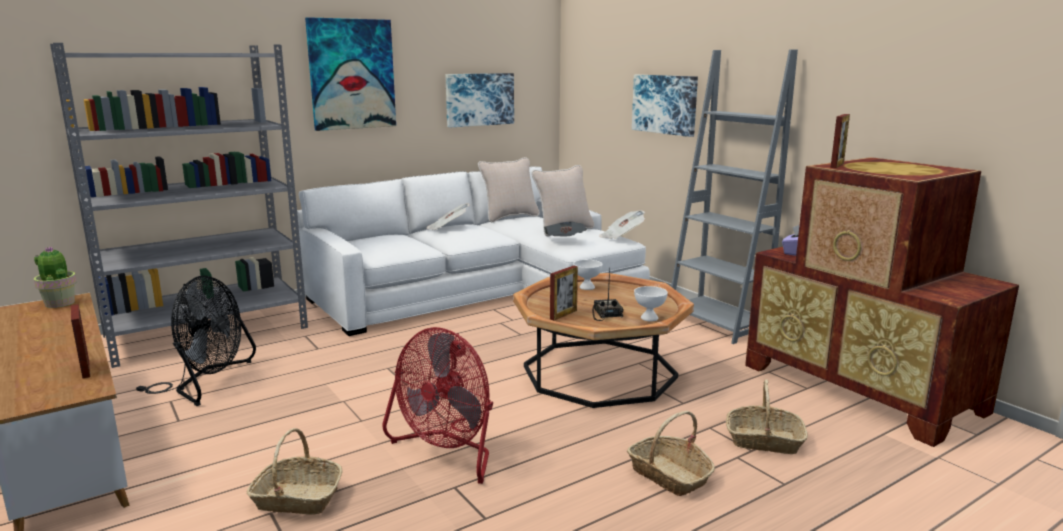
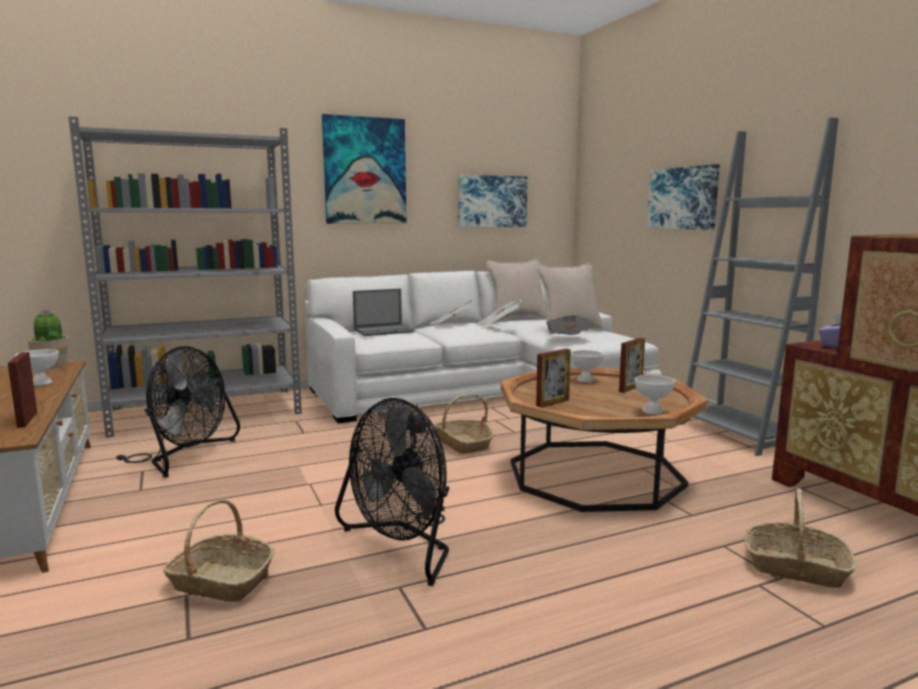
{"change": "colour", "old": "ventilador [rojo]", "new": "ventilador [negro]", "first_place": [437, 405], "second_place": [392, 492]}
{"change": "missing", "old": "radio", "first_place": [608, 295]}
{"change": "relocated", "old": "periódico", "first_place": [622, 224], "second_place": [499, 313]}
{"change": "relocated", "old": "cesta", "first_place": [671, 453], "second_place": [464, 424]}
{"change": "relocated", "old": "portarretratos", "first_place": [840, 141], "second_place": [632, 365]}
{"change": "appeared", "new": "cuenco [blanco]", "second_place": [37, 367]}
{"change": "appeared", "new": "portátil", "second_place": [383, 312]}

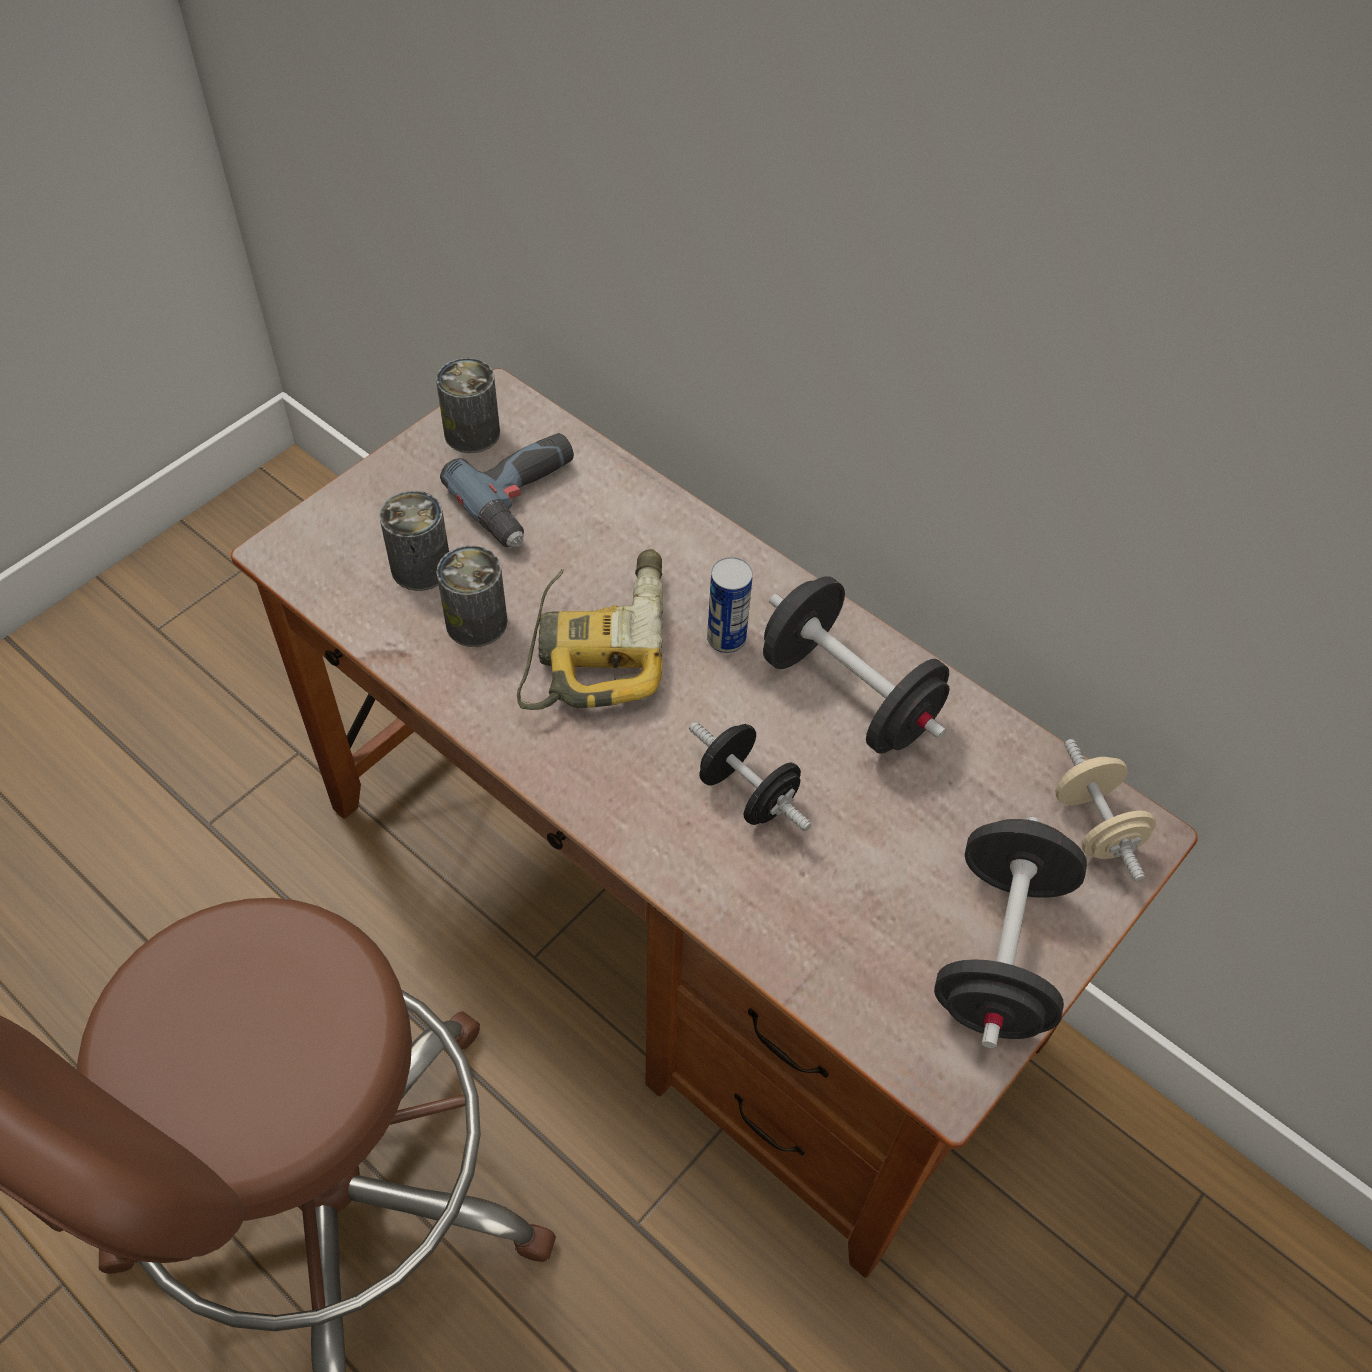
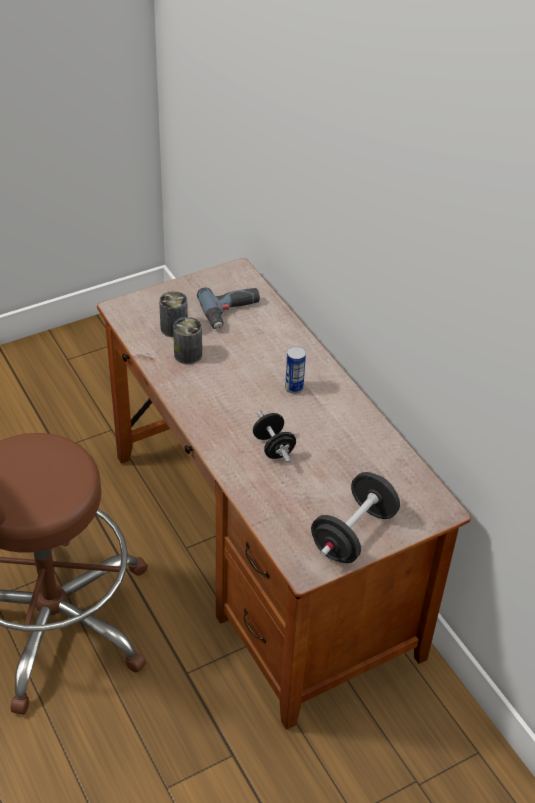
{"change": "missing", "old": "lata", "first_place": [468, 405]}
{"change": "missing", "old": "taladro", "first_place": [590, 629]}
{"change": "missing", "old": "mancuerna [negro]", "first_place": [856, 665]}
{"change": "missing", "old": "mancuerna [beis]", "first_place": [1105, 810]}

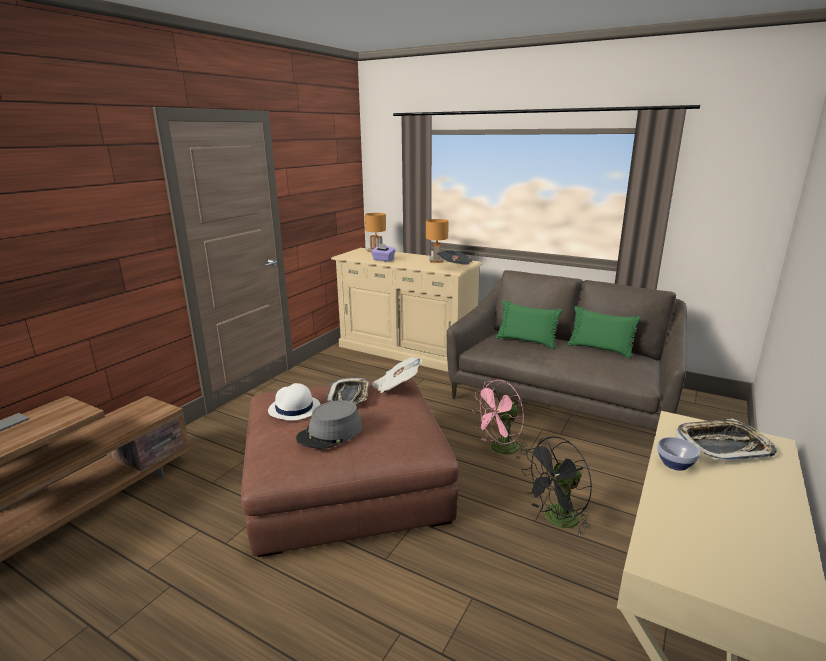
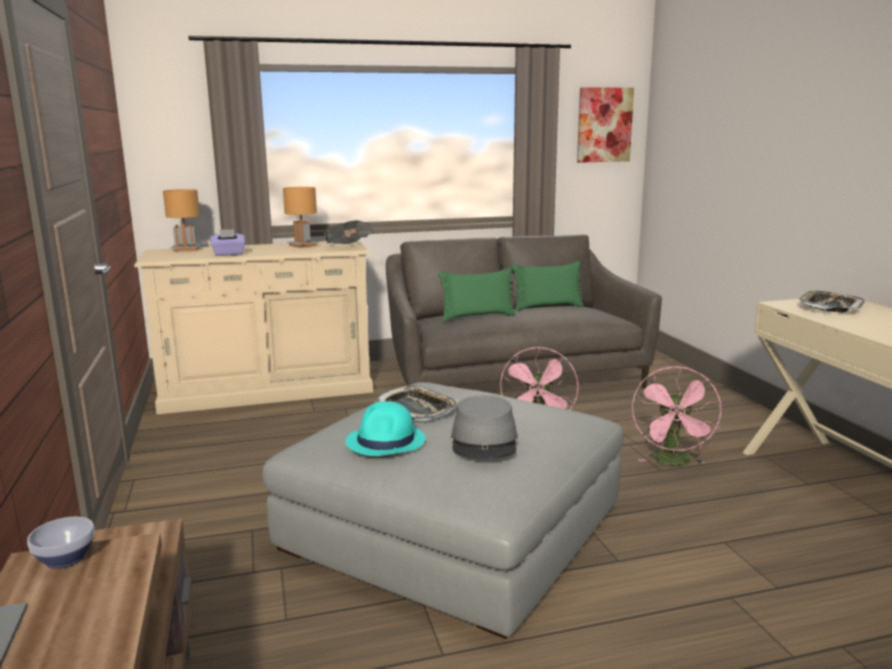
{"change": "colour", "old": "puf [marrón]", "new": "puf [gris]", "first_place": [350, 467], "second_place": [442, 510]}
{"change": "colour", "old": "sombrero [blanco]", "new": "sombrero [turquesa]", "first_place": [294, 402], "second_place": [385, 428]}
{"change": "missing", "old": "periódico", "first_place": [397, 375]}
{"change": "colour", "old": "ventilador [negro]", "new": "ventilador [rosa]", "first_place": [557, 486], "second_place": [676, 416]}
{"change": "relocated", "old": "cuenco", "first_place": [678, 454], "second_place": [61, 543]}
{"change": "appeared", "new": "cuadro", "second_place": [605, 125]}

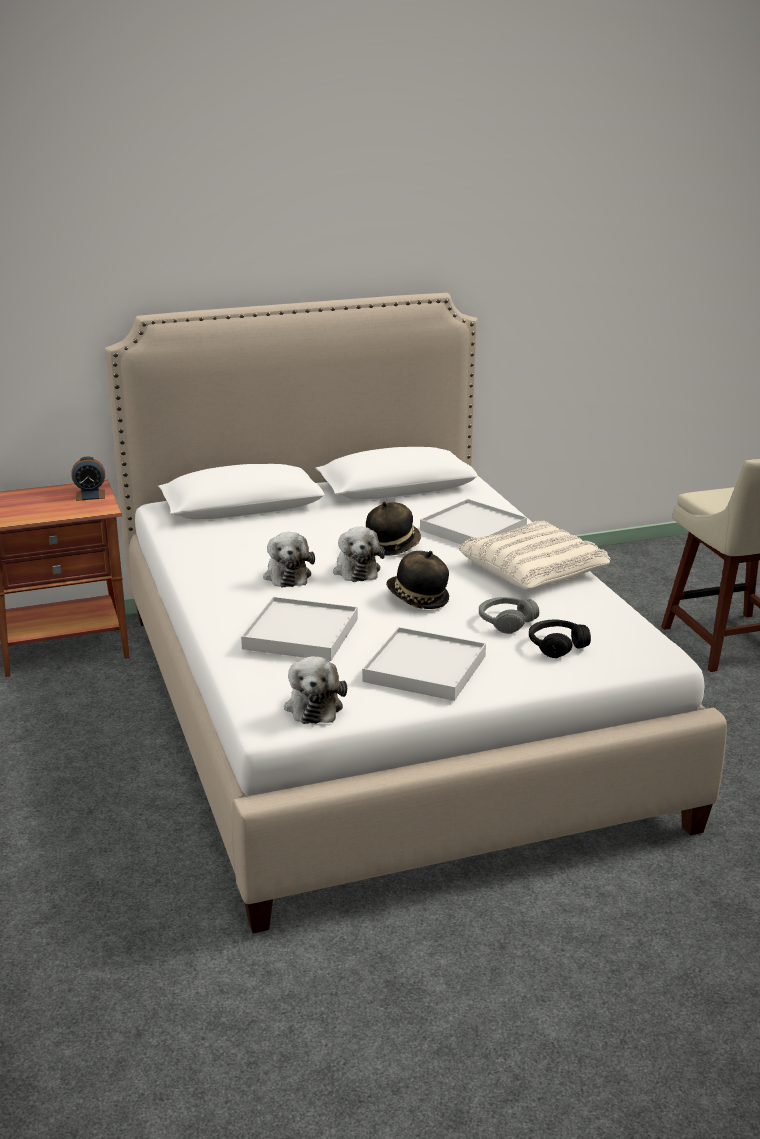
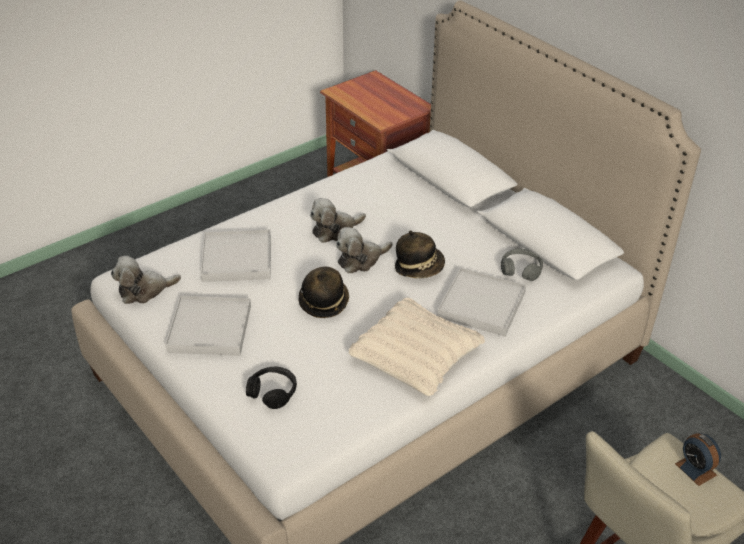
{"change": "relocated", "old": "despertador", "first_place": [88, 478], "second_place": [698, 459]}
{"change": "relocated", "old": "auriculares [gris]", "first_place": [509, 615], "second_place": [522, 265]}

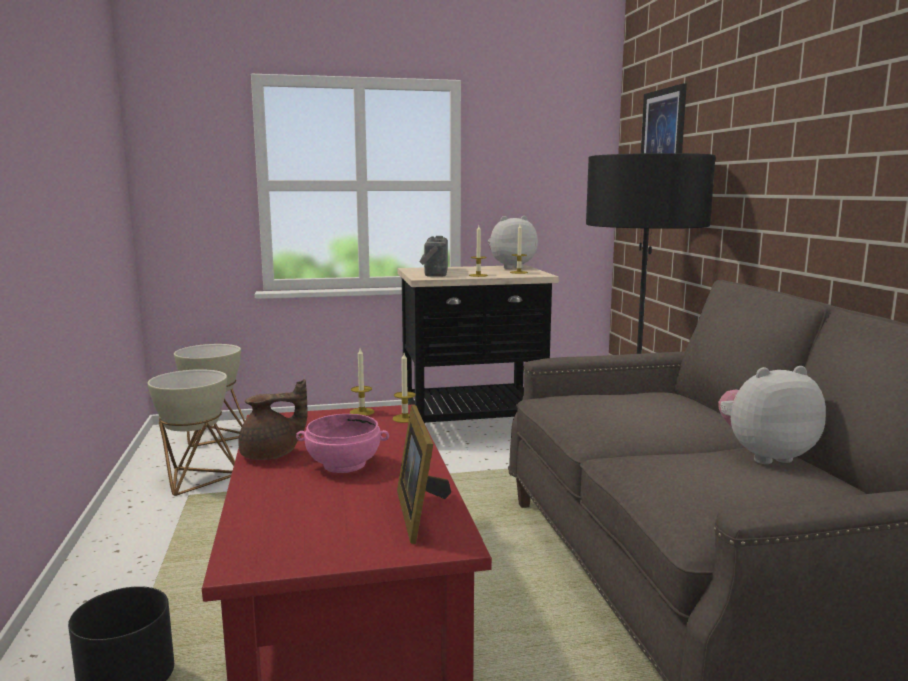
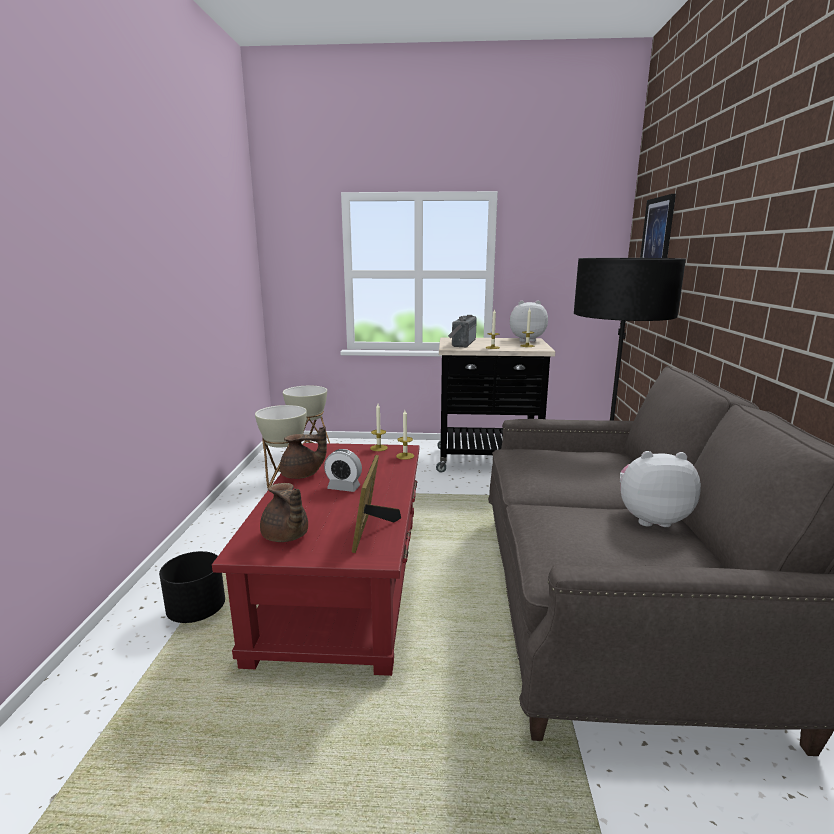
{"change": "exchanged", "old": "cuenco [rosa]", "new": "despertador", "first_place": [342, 443], "second_place": [343, 470]}
{"change": "appeared", "new": "tetera [marrón]", "second_place": [284, 512]}

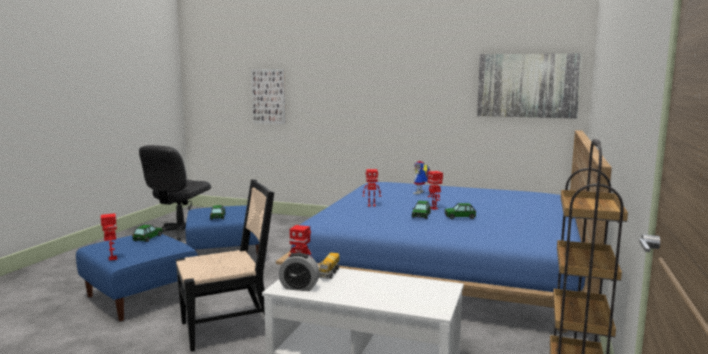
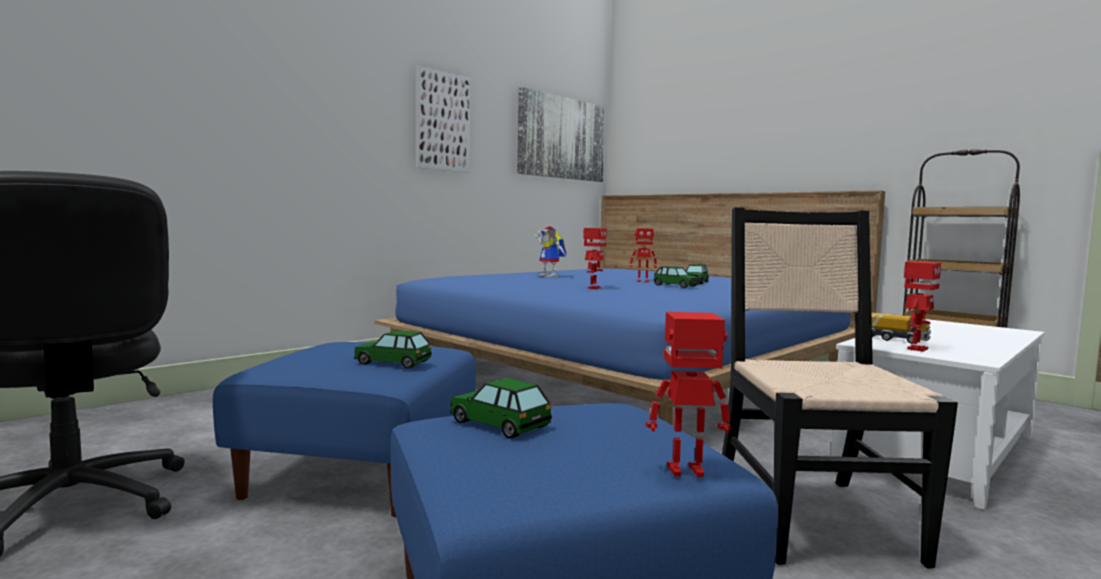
{"change": "relocated", "old": "cuadro", "first_place": [268, 96], "second_place": [443, 119]}
{"change": "missing", "old": "despertador", "first_place": [299, 272]}

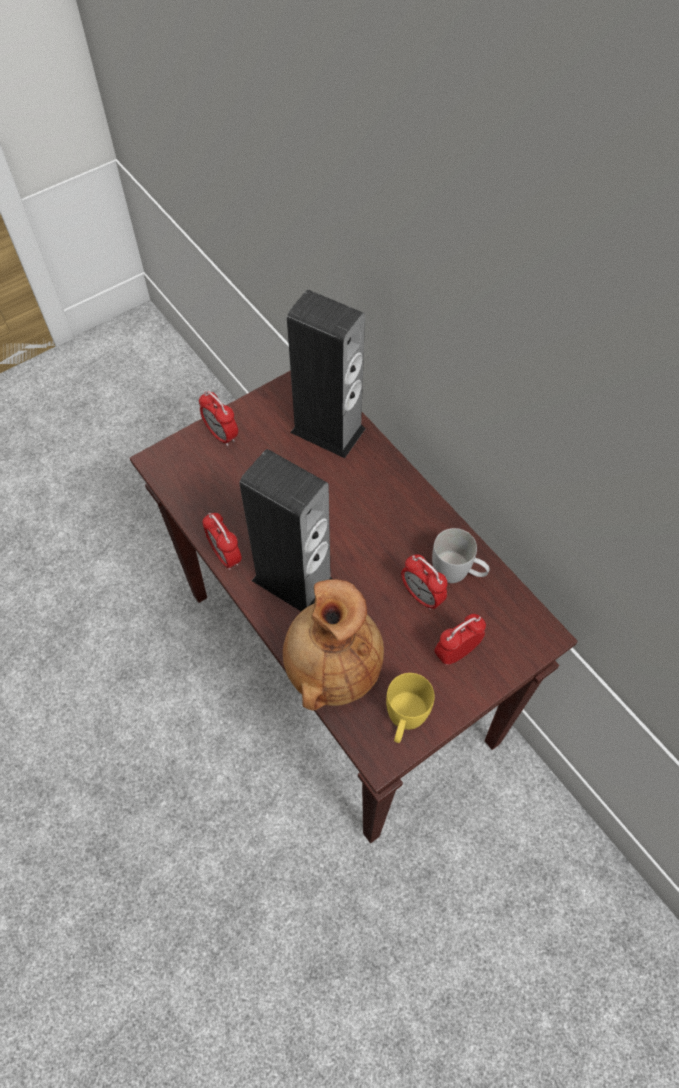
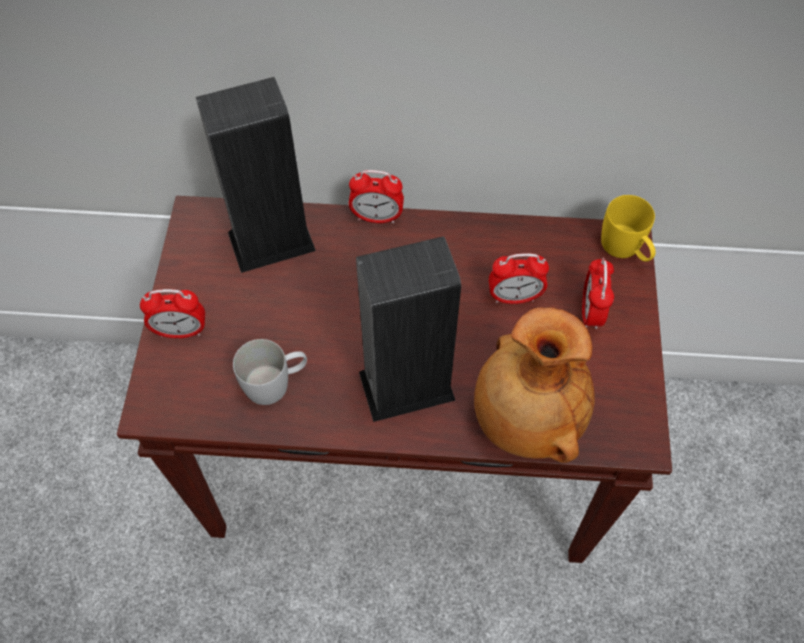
{"change": "relocated", "old": "despertador", "first_place": [222, 541], "second_place": [376, 196]}
{"change": "relocated", "old": "taza grande [amarillo]", "first_place": [410, 708], "second_place": [628, 228]}
{"change": "relocated", "old": "taza grande [blanco]", "first_place": [460, 555], "second_place": [270, 372]}

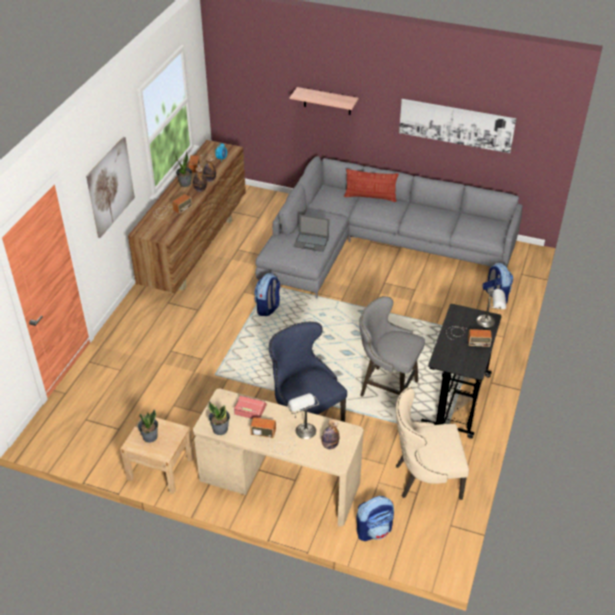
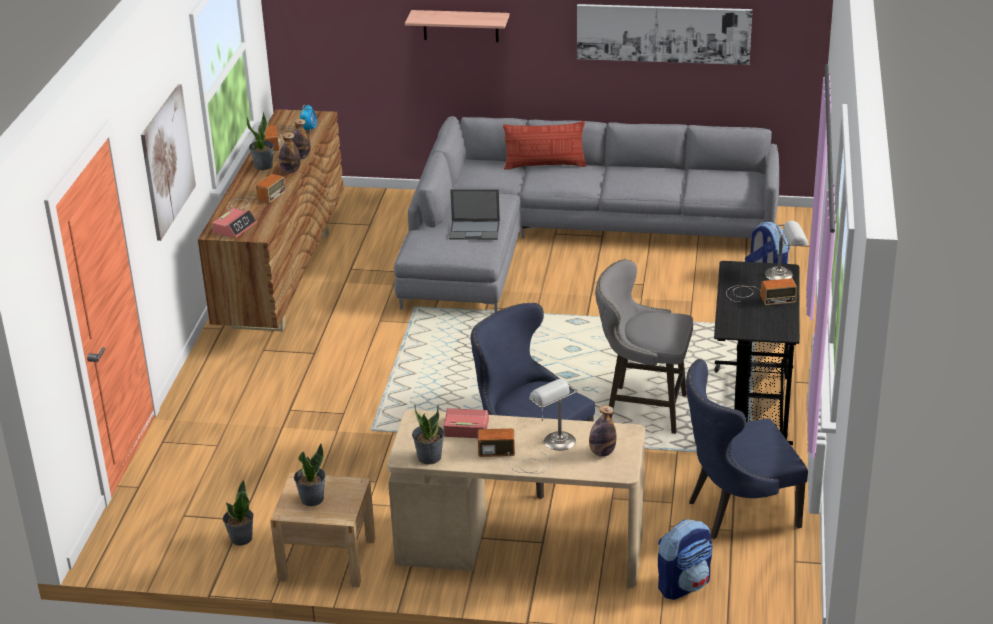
{"change": "missing", "old": "mochila", "first_place": [267, 294]}
{"change": "colour", "old": "silla [beis]", "new": "silla [azul]", "first_place": [432, 443], "second_place": [747, 449]}
{"change": "appeared", "new": "despertador", "second_place": [234, 223]}
{"change": "appeared", "new": "planta en maceta", "second_place": [238, 513]}

